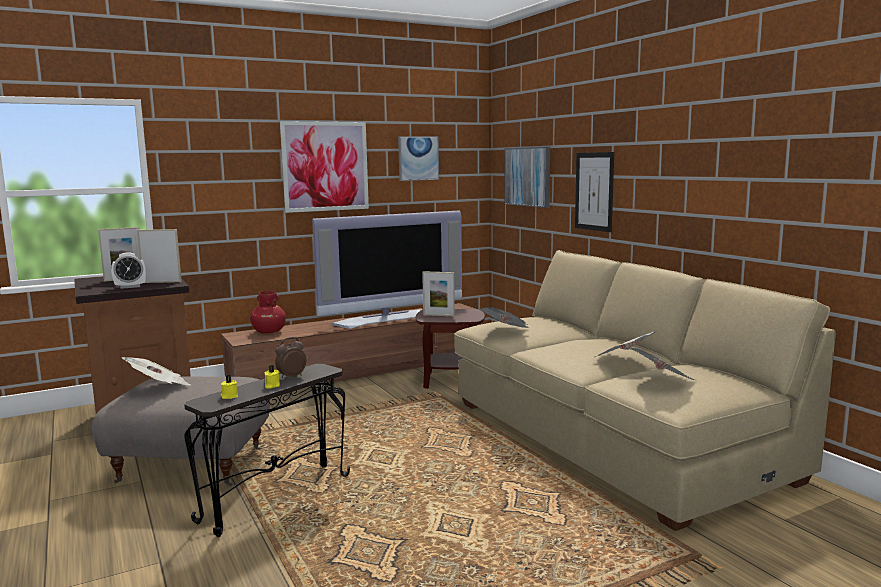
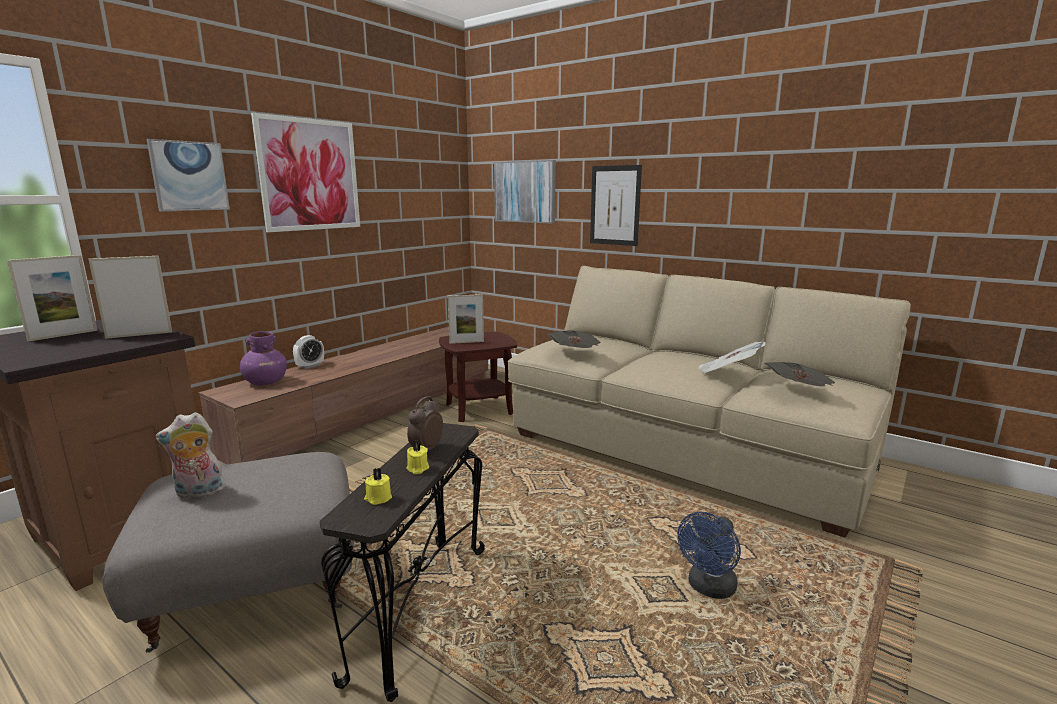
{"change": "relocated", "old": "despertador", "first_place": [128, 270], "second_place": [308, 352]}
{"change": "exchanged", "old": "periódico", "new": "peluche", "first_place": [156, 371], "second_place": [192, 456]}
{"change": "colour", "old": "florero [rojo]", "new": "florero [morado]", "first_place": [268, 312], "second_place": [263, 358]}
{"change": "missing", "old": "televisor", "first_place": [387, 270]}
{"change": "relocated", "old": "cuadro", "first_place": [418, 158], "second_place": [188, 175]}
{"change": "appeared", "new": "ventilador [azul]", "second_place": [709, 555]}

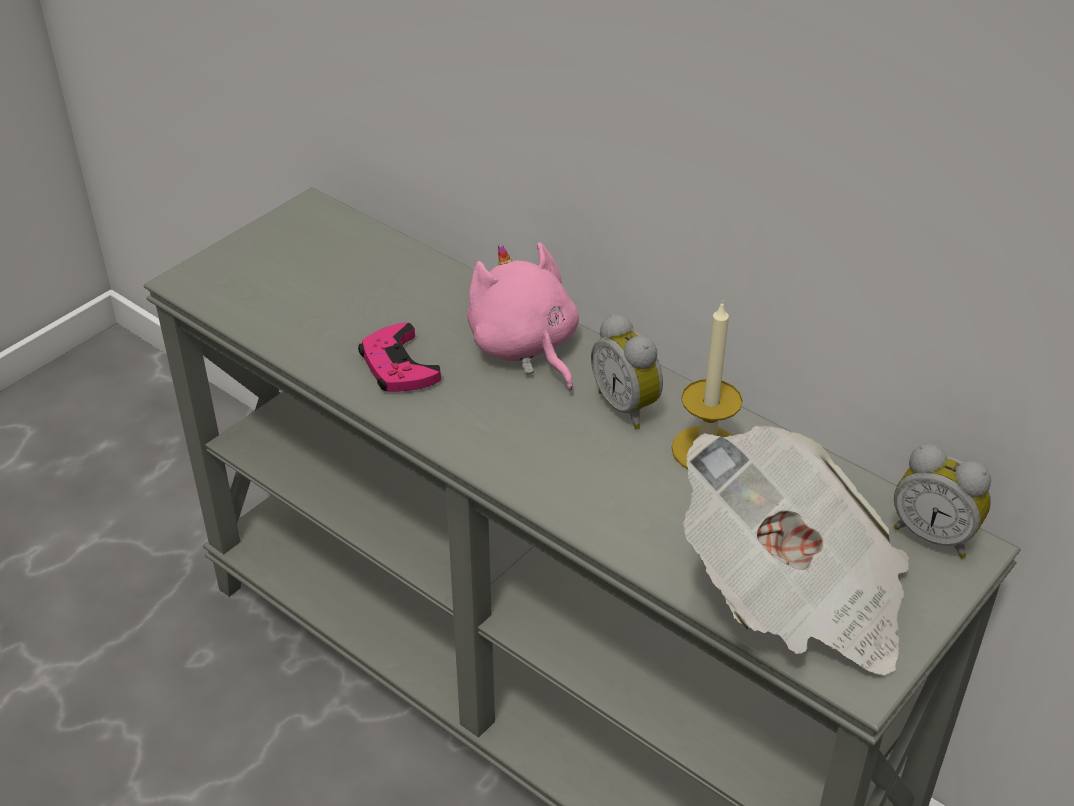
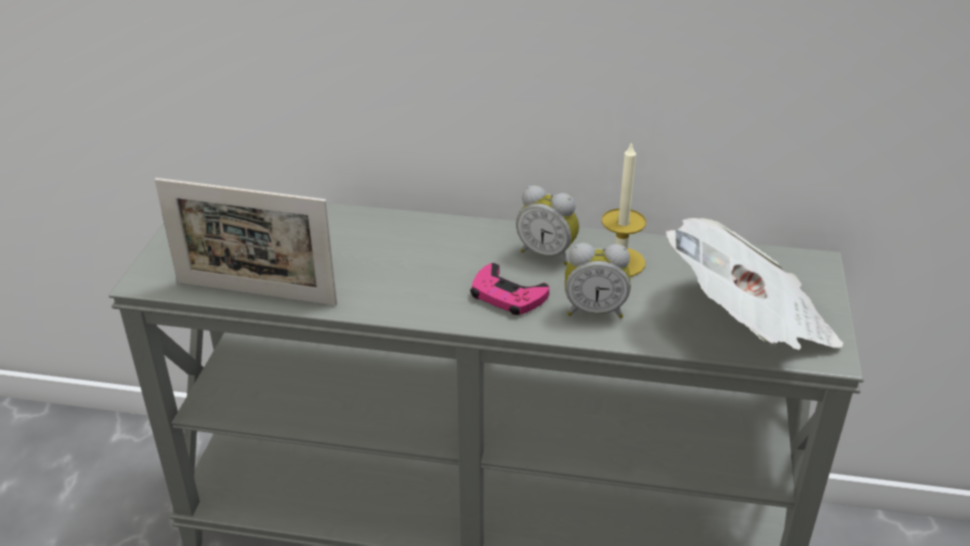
{"change": "relocated", "old": "mando de consola [rosa]", "first_place": [399, 357], "second_place": [509, 289]}
{"change": "missing", "old": "peluche [rosa]", "first_place": [523, 316]}
{"change": "relocated", "old": "despertador", "first_place": [942, 501], "second_place": [598, 280]}
{"change": "appeared", "new": "portarretratos", "second_place": [245, 242]}

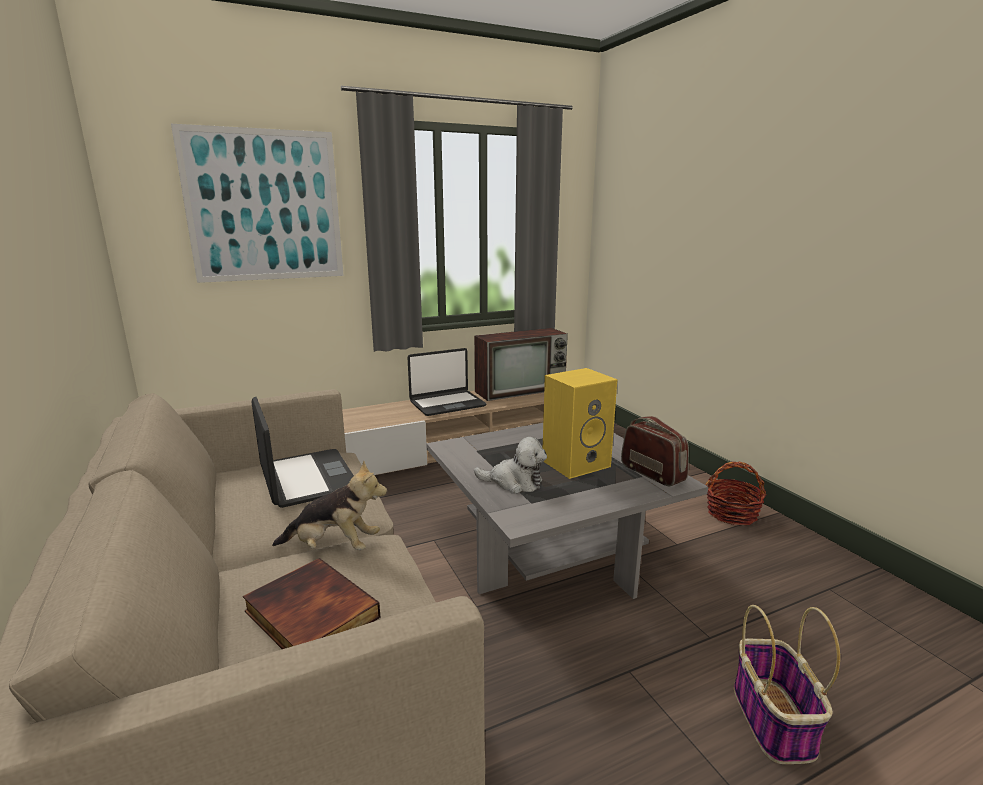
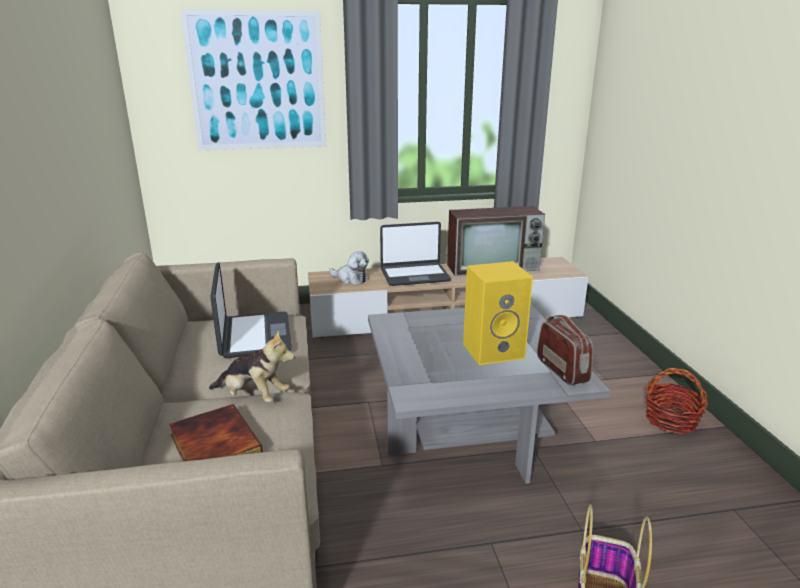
{"change": "relocated", "old": "peluche", "first_place": [510, 465], "second_place": [349, 268]}

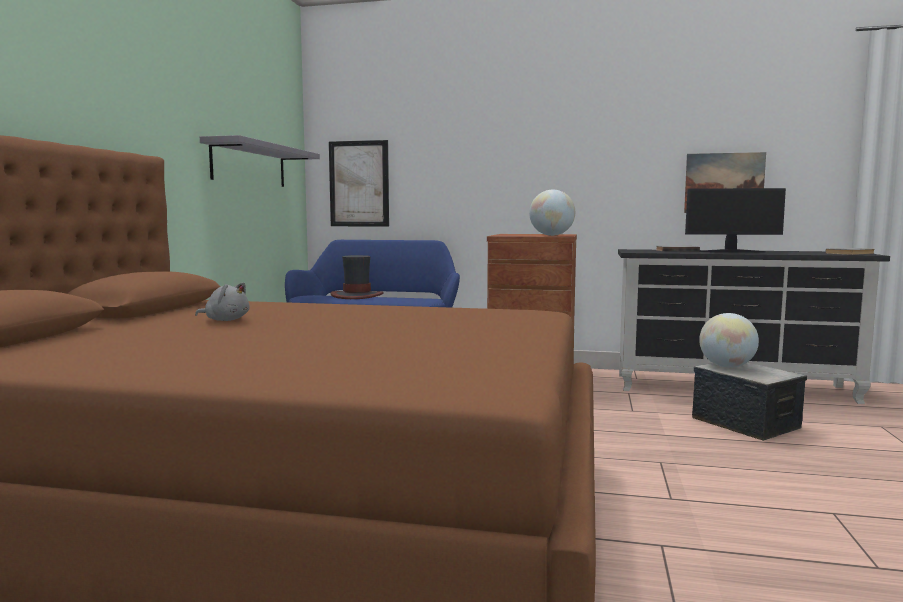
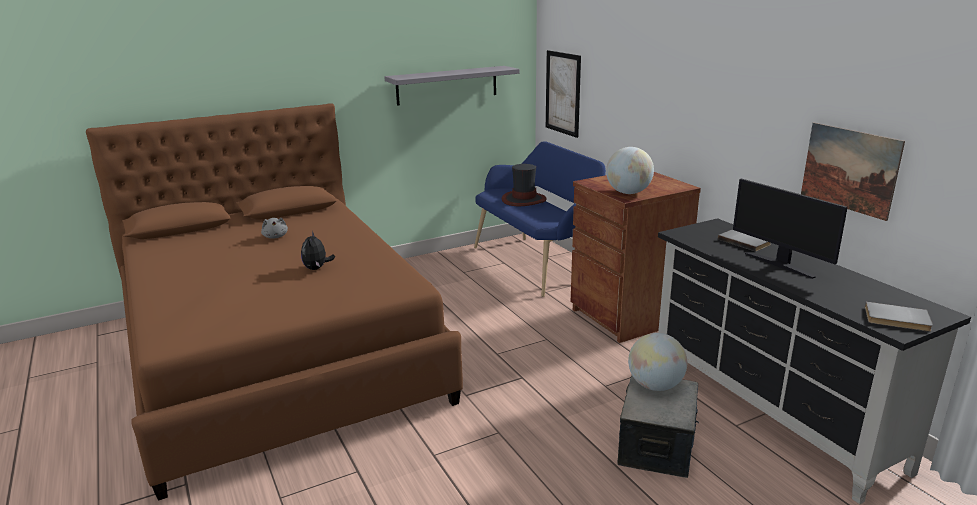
{"change": "appeared", "new": "peluche", "second_place": [318, 250]}

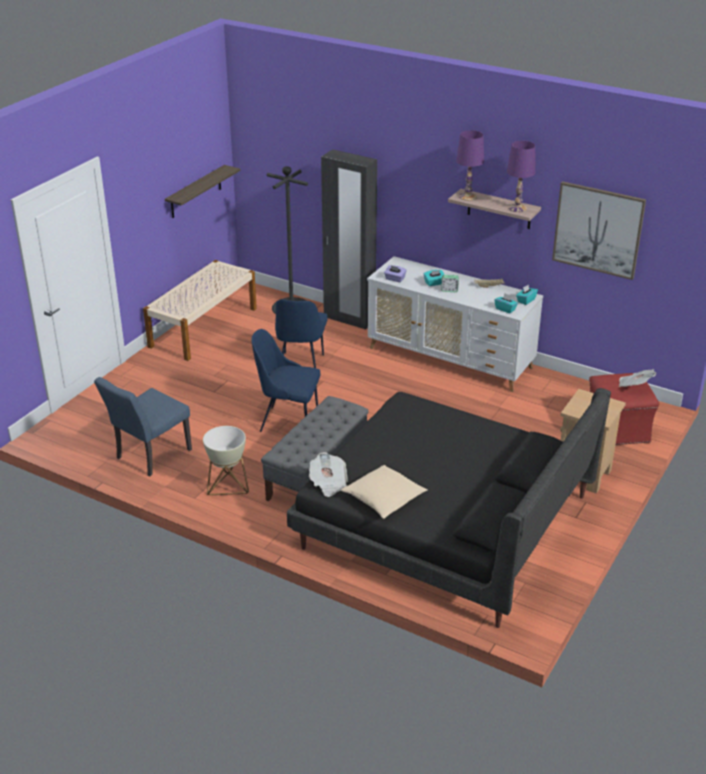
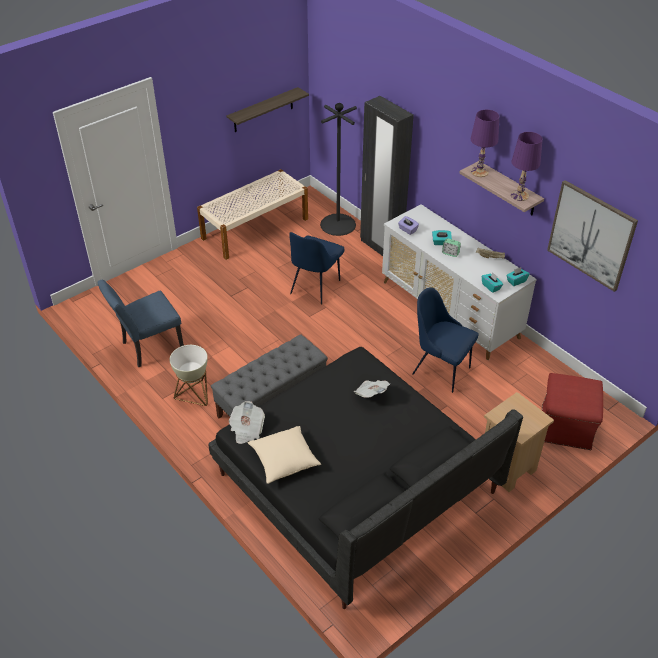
{"change": "relocated", "old": "silla [azul]", "first_place": [285, 380], "second_place": [445, 340]}
{"change": "relocated", "old": "periódico", "first_place": [637, 378], "second_place": [372, 388]}

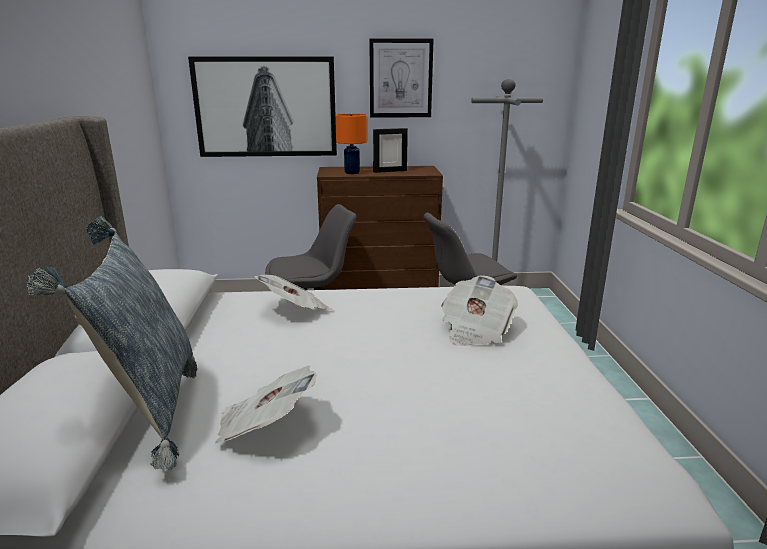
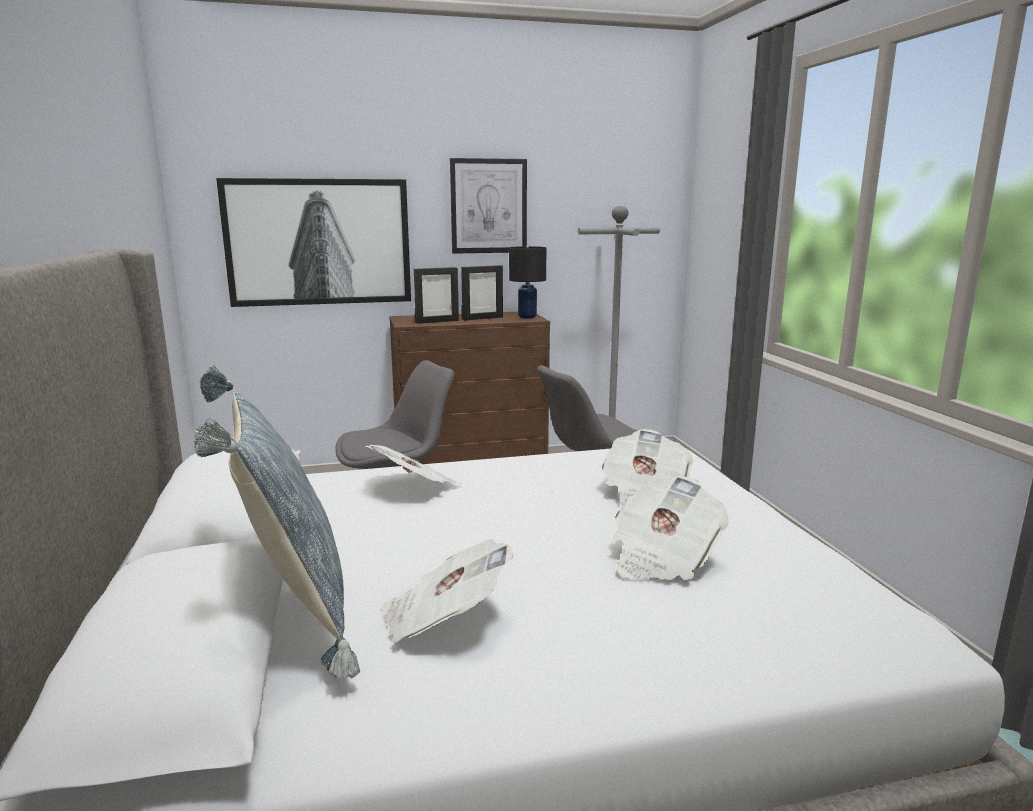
{"change": "exchanged", "old": "lámpara de mesa [naranja]", "new": "portarretratos", "first_place": [351, 143], "second_place": [436, 295]}
{"change": "appeared", "new": "lámpara de mesa [negro]", "second_place": [527, 282]}
{"change": "appeared", "new": "periódico", "second_place": [671, 528]}

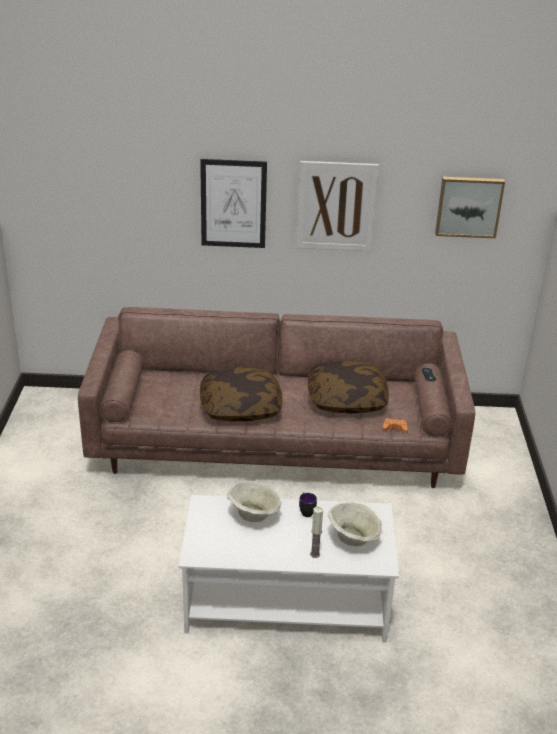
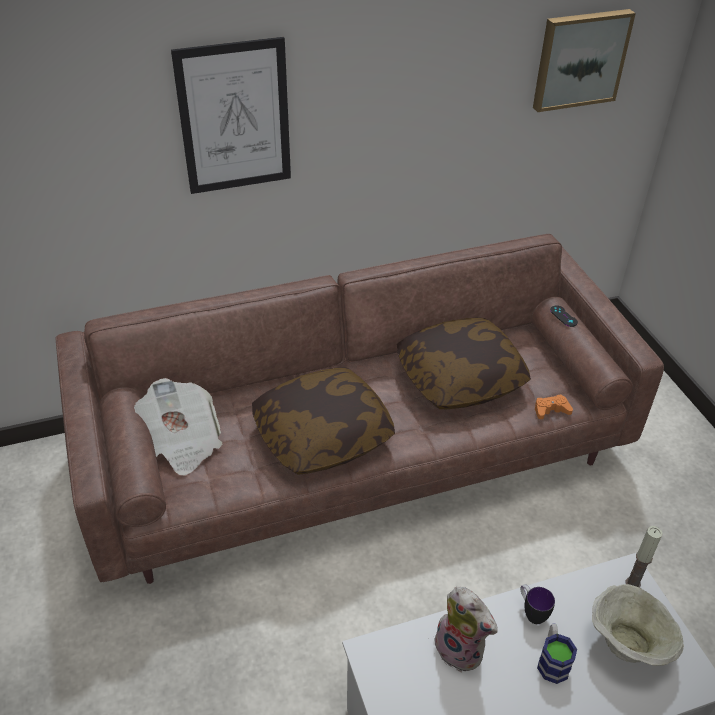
{"change": "exchanged", "old": "cuenco [beis]", "new": "peluche", "first_place": [254, 501], "second_place": [466, 629]}
{"change": "missing", "old": "cuadro", "first_place": [338, 206]}
{"change": "relocated", "old": "vela", "first_place": [316, 532], "second_place": [644, 557]}
{"change": "appeared", "new": "periódico", "second_place": [178, 427]}
{"change": "appeared", "new": "taza grande", "second_place": [557, 654]}

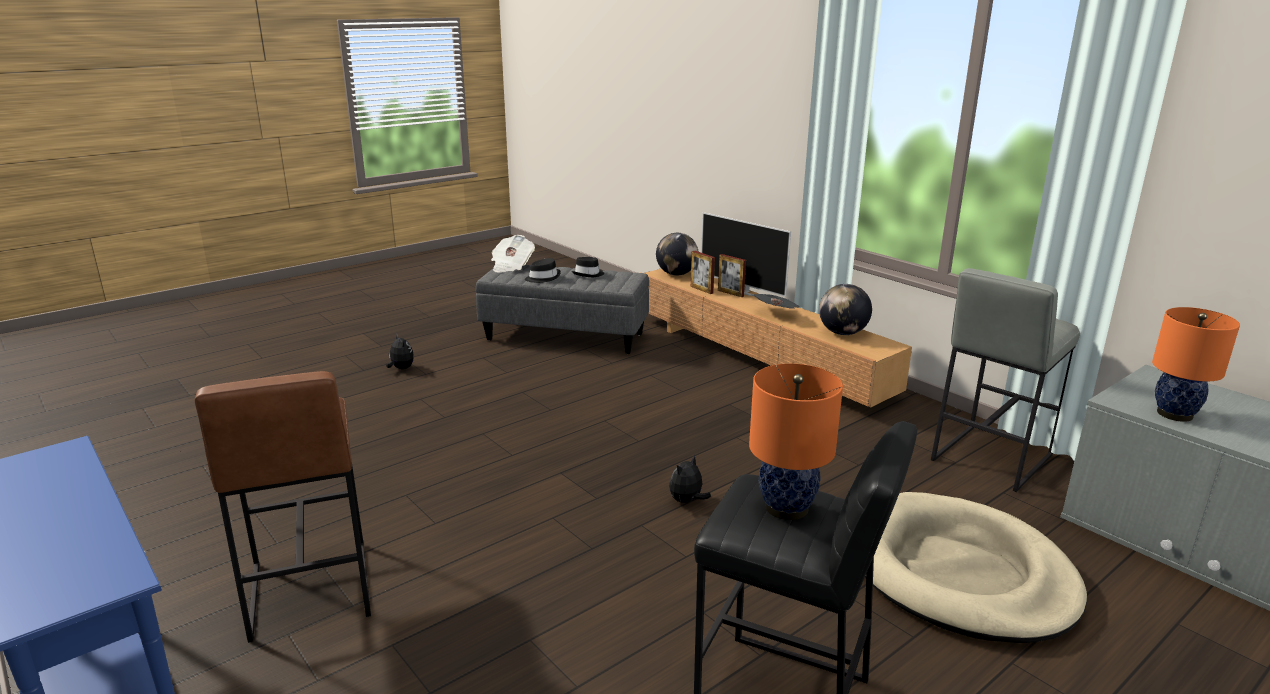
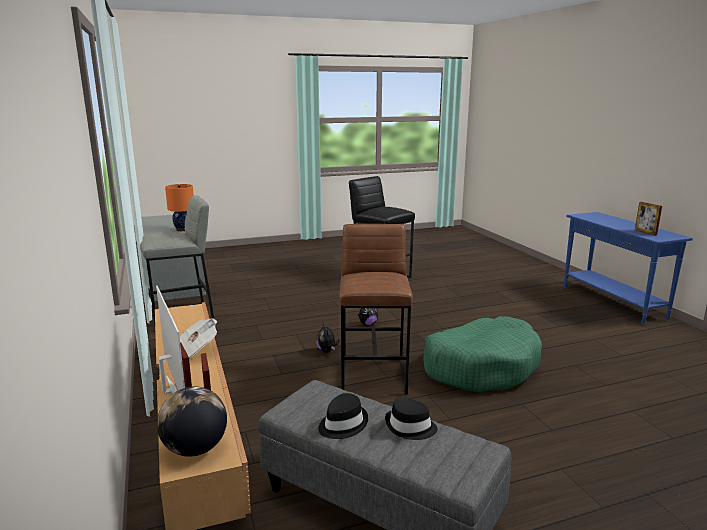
{"change": "relocated", "old": "taburete [marrón]", "first_place": [283, 507], "second_place": [376, 309]}
{"change": "relocated", "old": "peluche", "first_place": [400, 352], "second_place": [328, 338]}
{"change": "missing", "old": "periódico", "first_place": [513, 254]}
{"change": "missing", "old": "lámpara de mesa [naranja]", "first_place": [796, 442]}
{"change": "missing", "old": "globo terráqueo", "first_place": [845, 309]}
{"change": "missing", "old": "cama para perro [beis]", "first_place": [976, 567]}
{"change": "appeared", "new": "cama para perro [verde]", "second_place": [482, 354]}
{"change": "appeared", "new": "portarretratos", "second_place": [648, 219]}

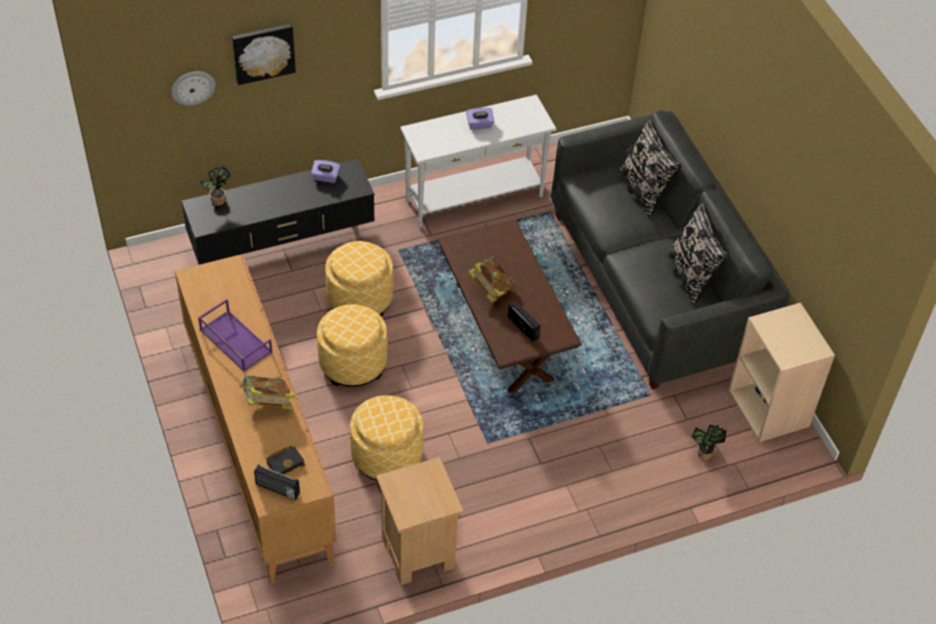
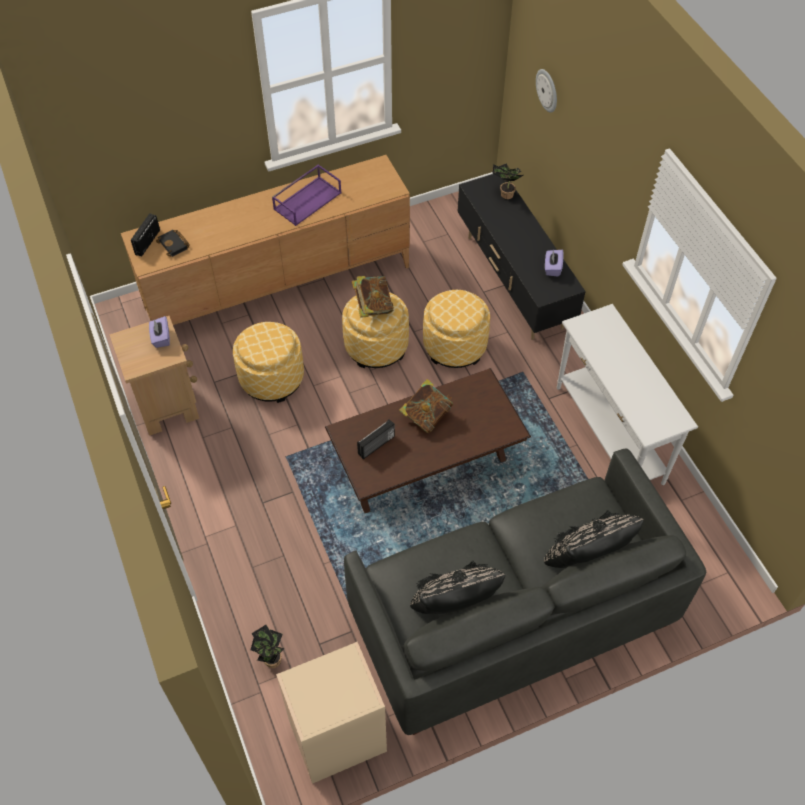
{"change": "missing", "old": "cuadro", "first_place": [264, 54]}
{"change": "relocated", "old": "libro", "first_place": [267, 392], "second_place": [373, 297]}
{"change": "relocated", "old": "caja de pañuelos [morado]", "first_place": [480, 119], "second_place": [159, 332]}

